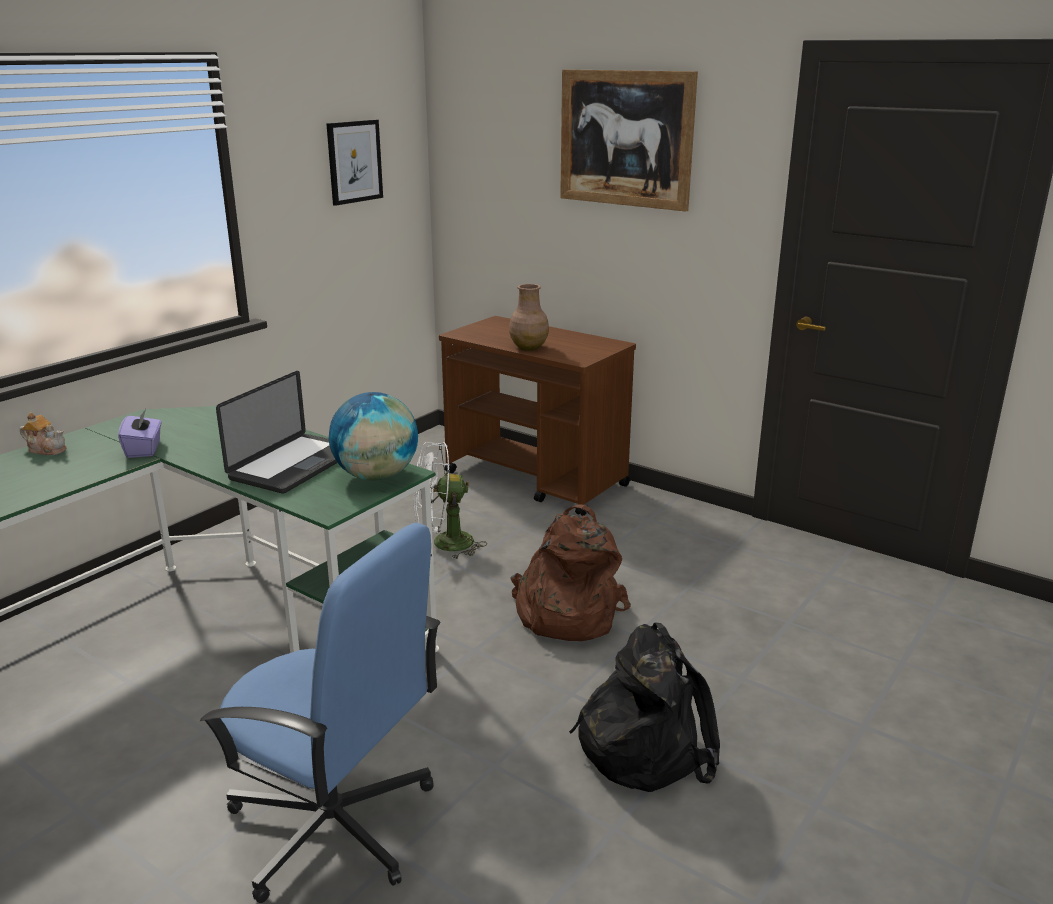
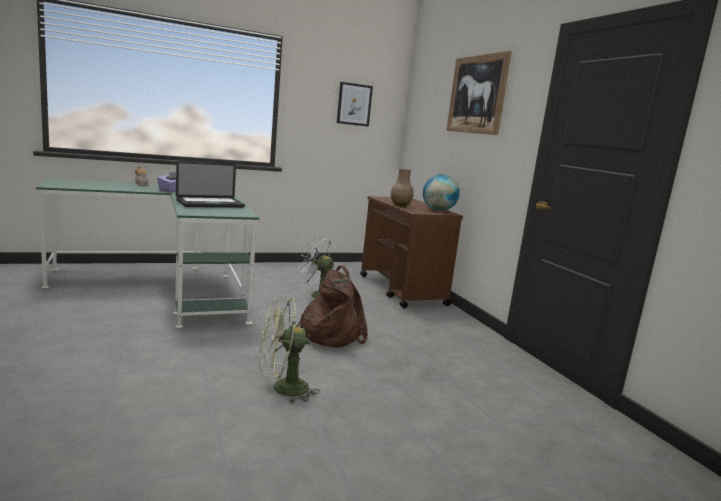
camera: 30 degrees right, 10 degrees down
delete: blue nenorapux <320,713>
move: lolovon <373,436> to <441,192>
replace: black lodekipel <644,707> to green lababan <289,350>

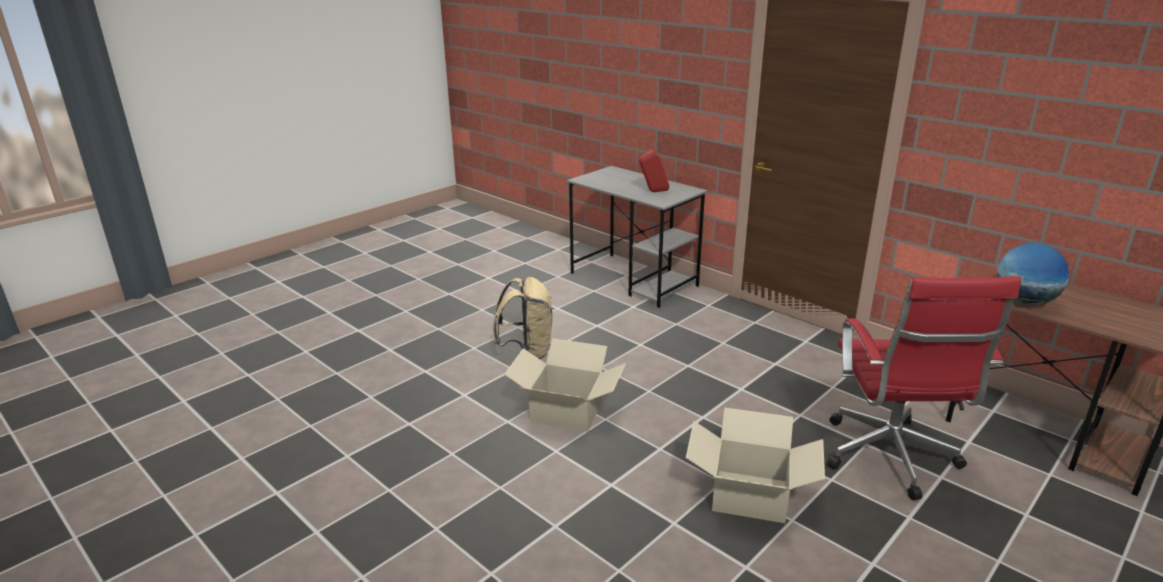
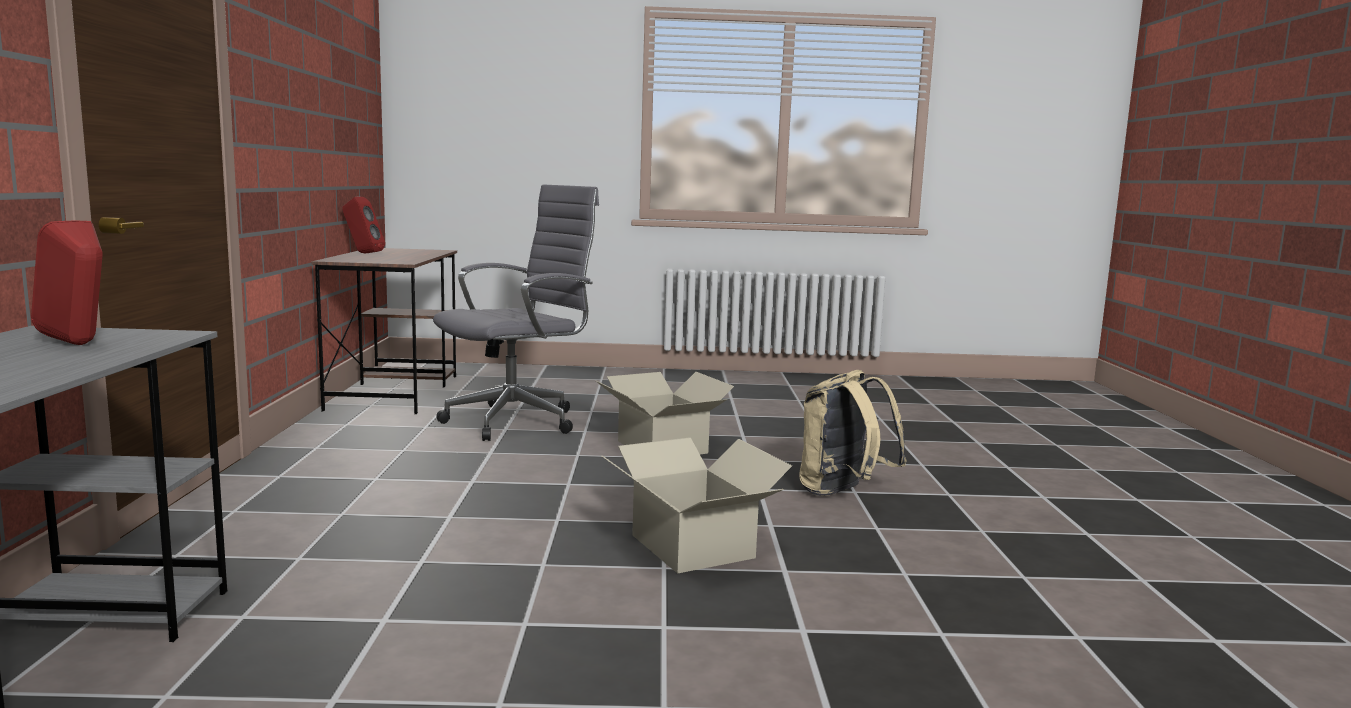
camera: 135 degrees left, 15 degrees down
delete: lolovon <1033,274>
insert: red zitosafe <363,225>
move: beige lodekipel <522,318> to <853,433>
recolor: red nenorapux <924,388> to grey nenorapux <516,313>

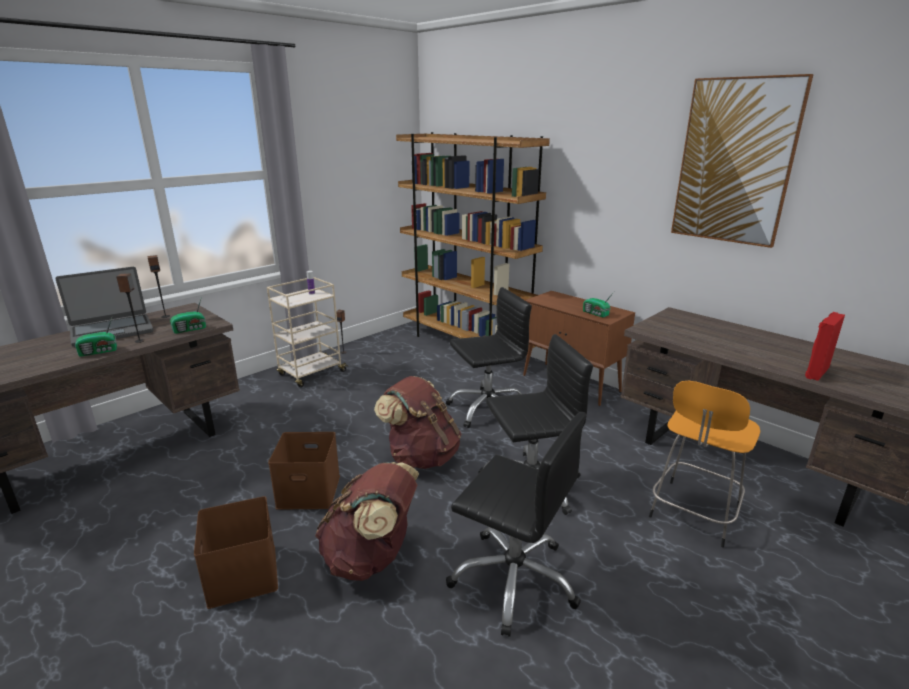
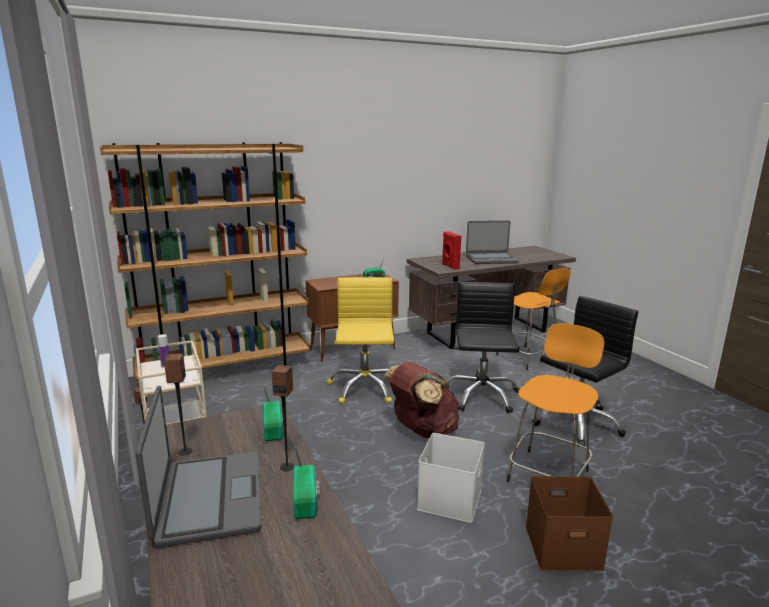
camera: 70 degrees left, 5 degrees down
delete: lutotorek <742,161>
insert: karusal <492,242>
move: red zitosafe <825,346> to <451,250>
replace: brown lodekipel <367,521> to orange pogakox <555,403>
recolor: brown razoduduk <304,471> to white razoduduk <451,478>; black nenorapux <488,357> to yellow nenorapux <360,340>

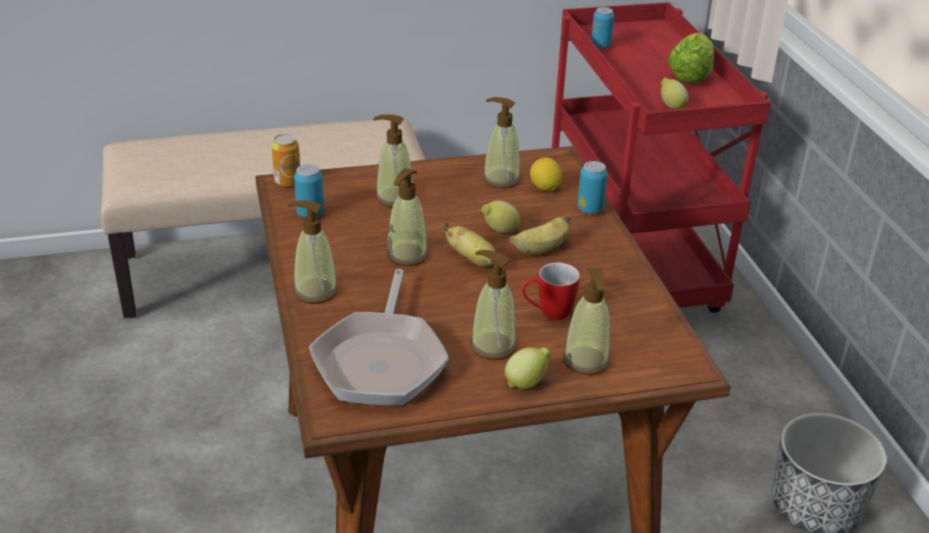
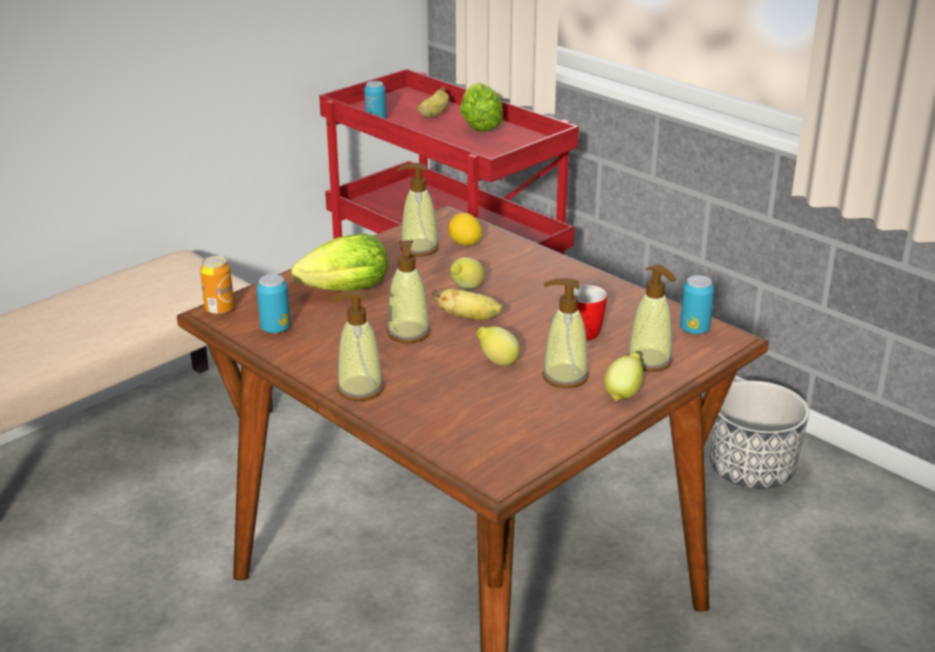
camera: 30 degrees left, 5 degrees down
delete: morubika <379,337>
move: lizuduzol <540,234> to <432,102>; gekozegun <592,187> to <697,304>; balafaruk <675,94> to <498,346>
replace: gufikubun <393,160> to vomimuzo <339,262>

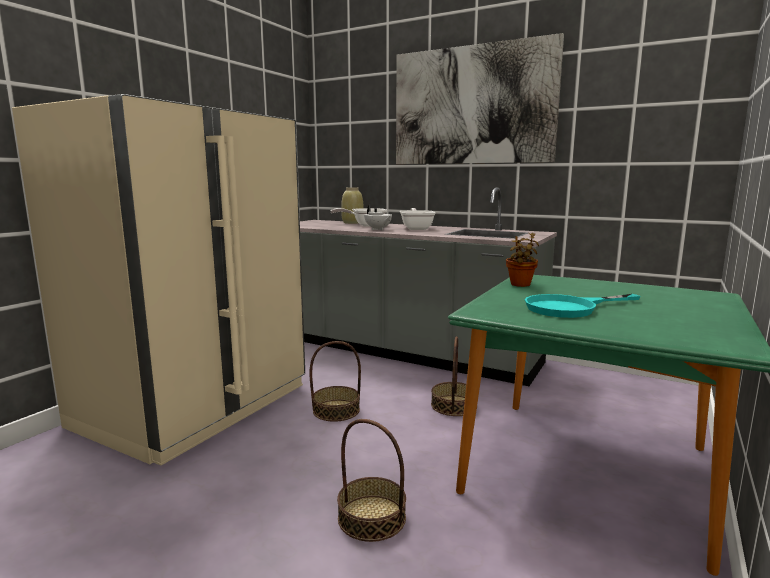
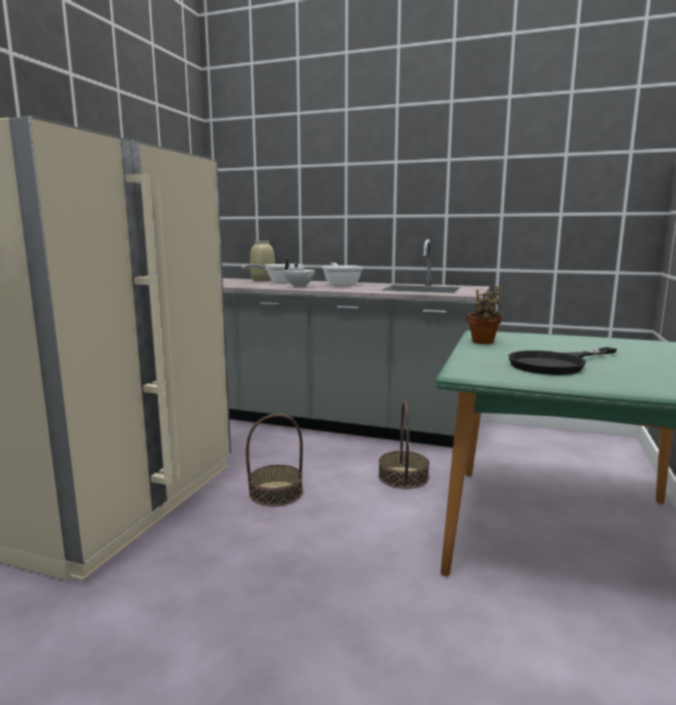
camera: 10 degrees left, 0 degrees up
delete: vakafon <371,480>; lutotorek <480,98>
recolor: turquoise morubika <583,306> to black morubika <562,361>

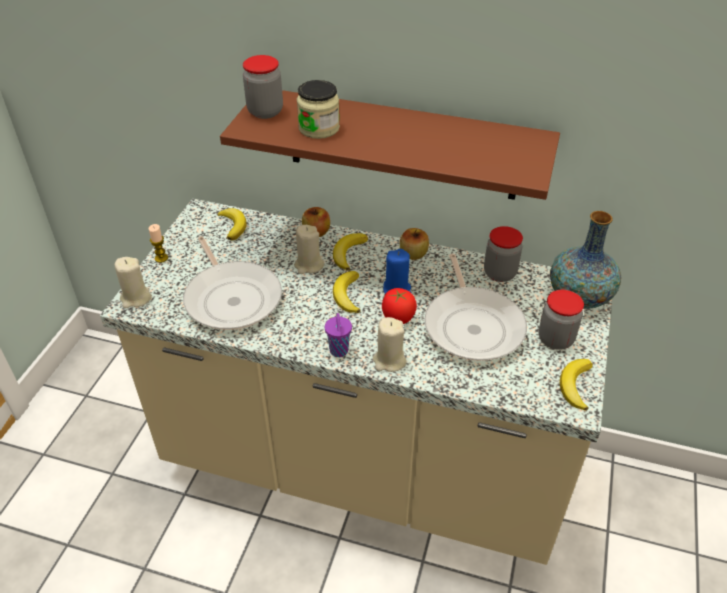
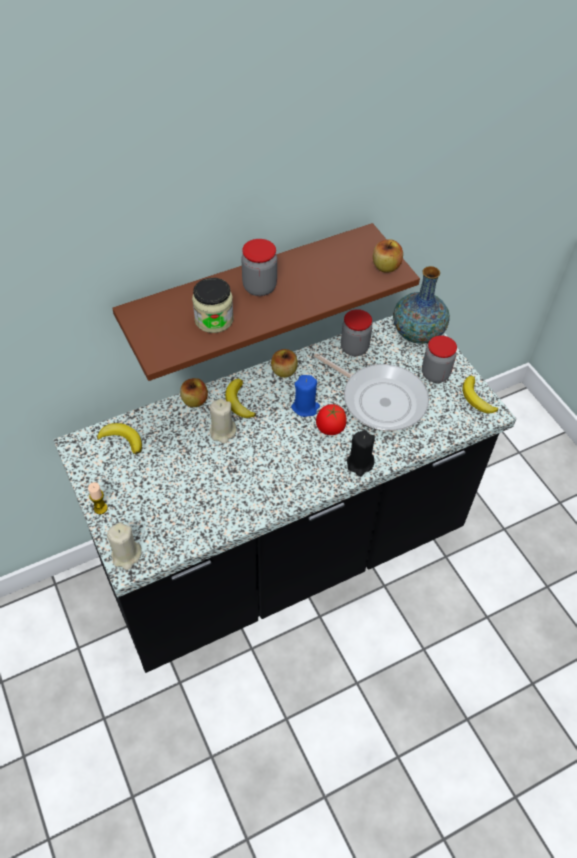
camera: 45 degrees left, 10 degrees up
delete: morubika <232,283>; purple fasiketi <338,335>; lizuduzol <347,292>
insert: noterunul <388,256>
move: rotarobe <263,87> to <259,267>
recolor: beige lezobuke <356,382> to black lezobuke <284,494>; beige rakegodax <390,344> to black rakegodax <361,453>

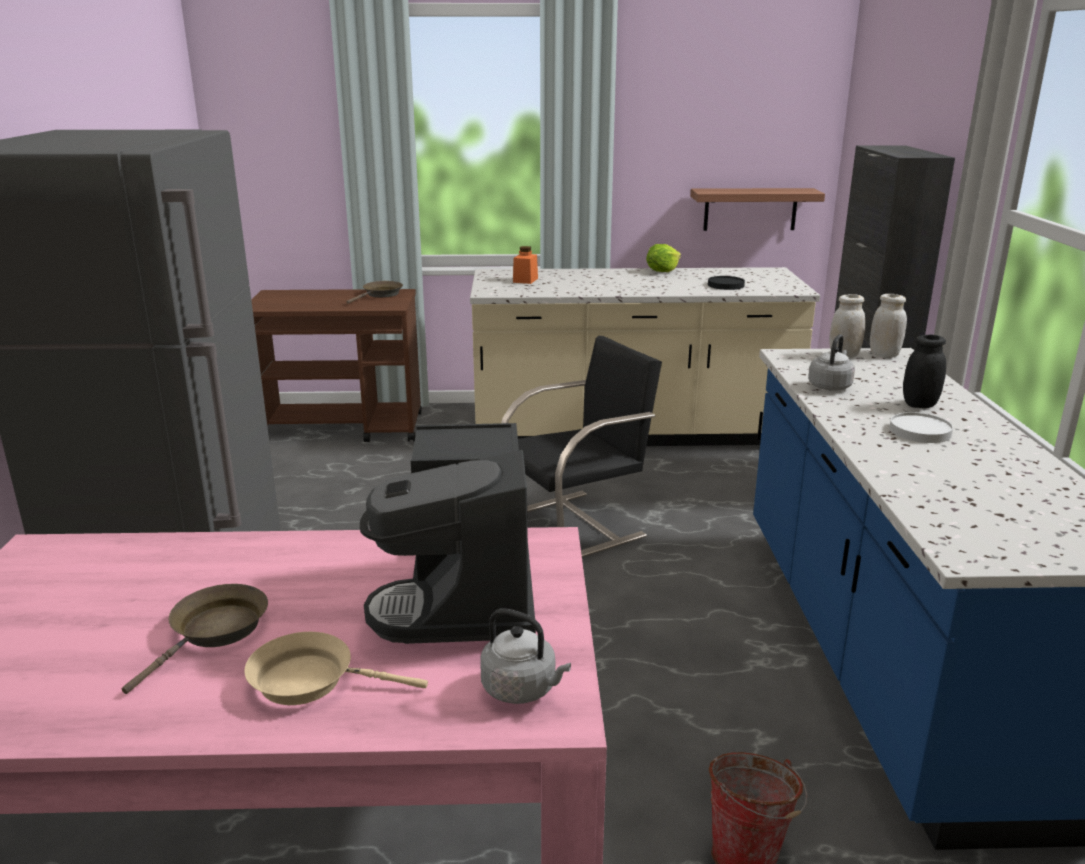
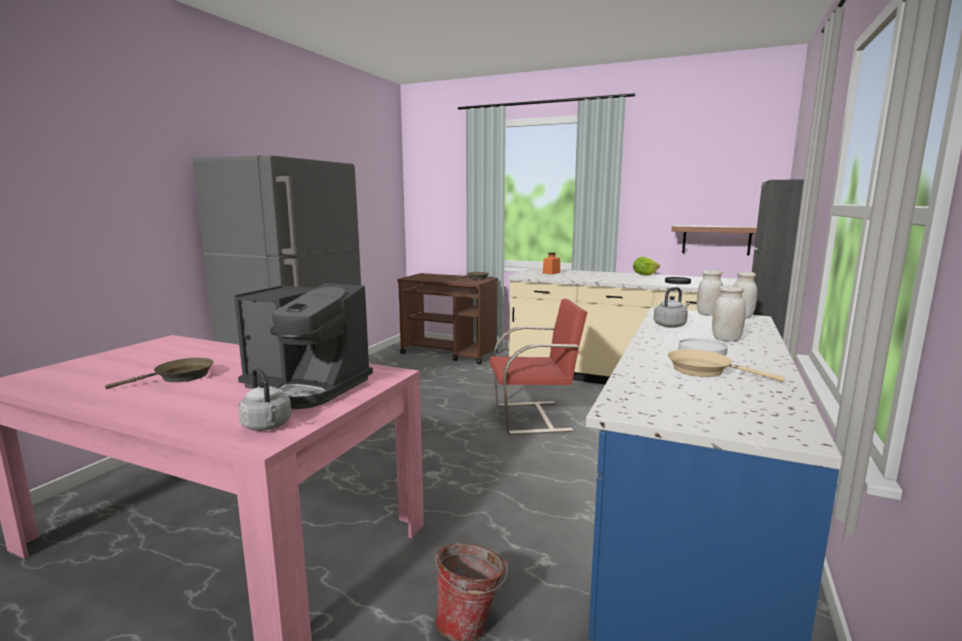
camera: 25 degrees right, 10 degrees down
move: beige morubika <336,668> to <726,366>
recolor: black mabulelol <581,446> to red mabulelol <539,366>; black rotarobe <924,371> to white rotarobe <729,313>
rotate: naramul <448,533> = <303,346> 90 degrees counterclockwise

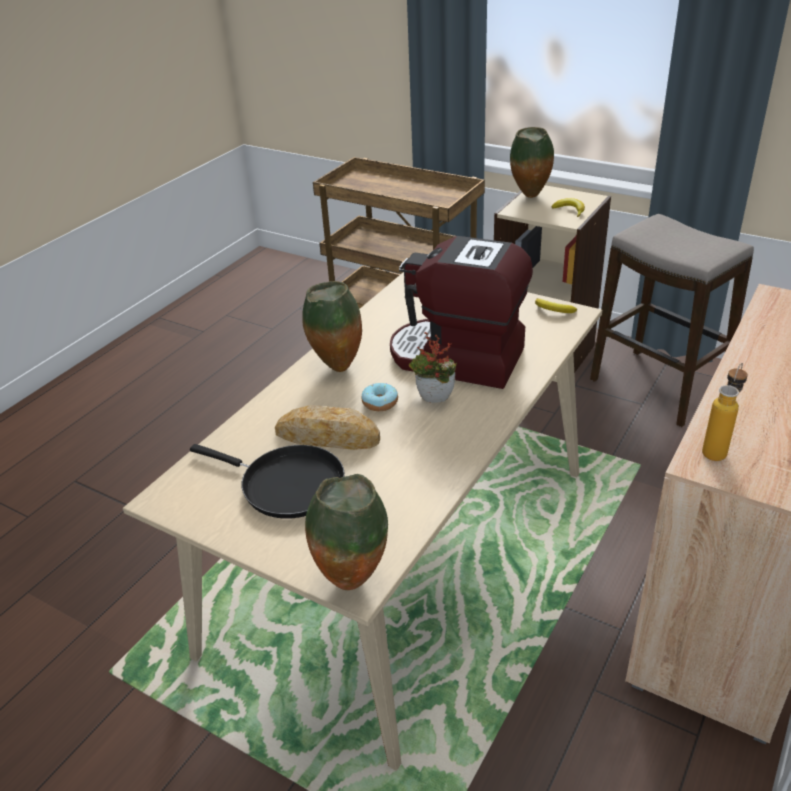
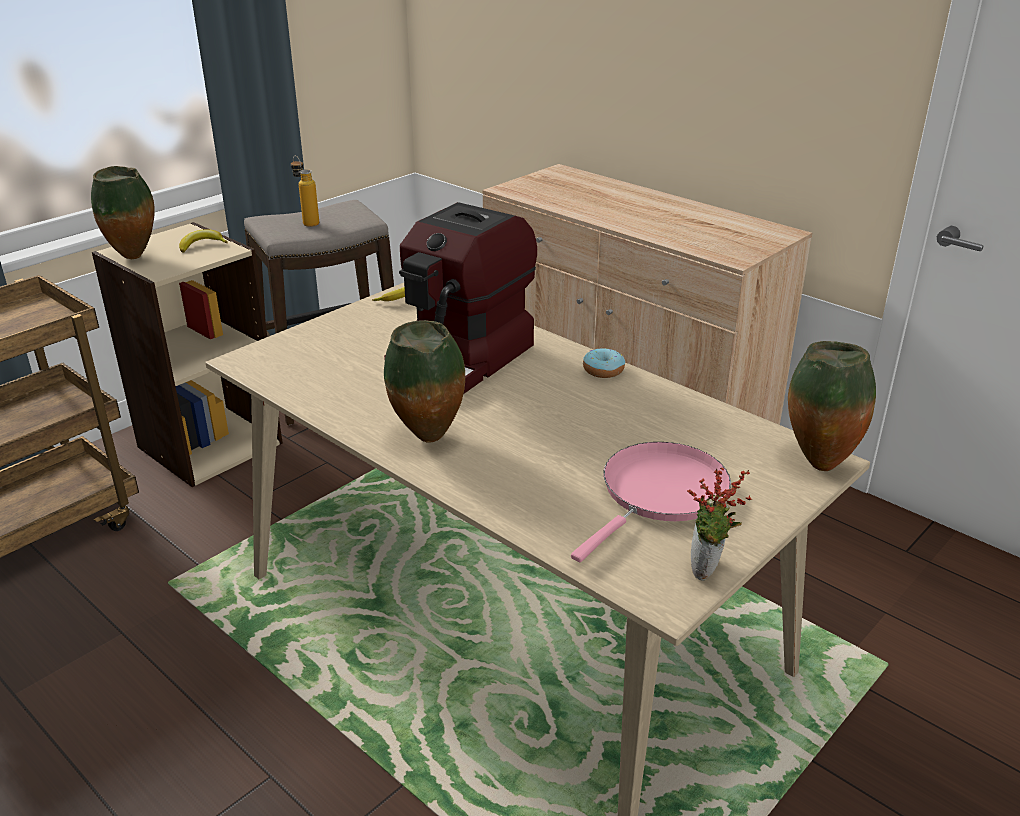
camera: 80 degrees left, 5 degrees down
delete: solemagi <327,427>
move: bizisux <379,397> to <604,363>; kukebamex <433,367> to <719,524>; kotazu <725,412> to <305,191>
recolor: black morubika <267,481> to pink morubika <651,502>

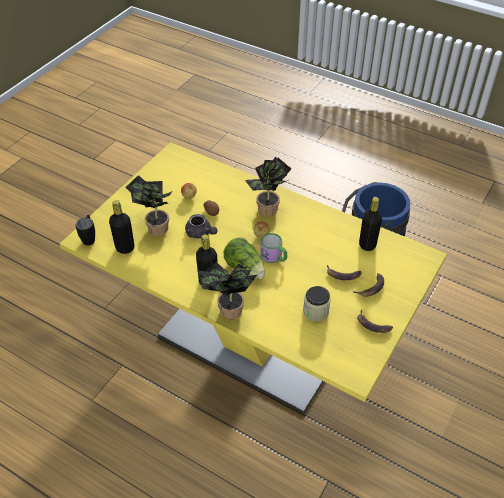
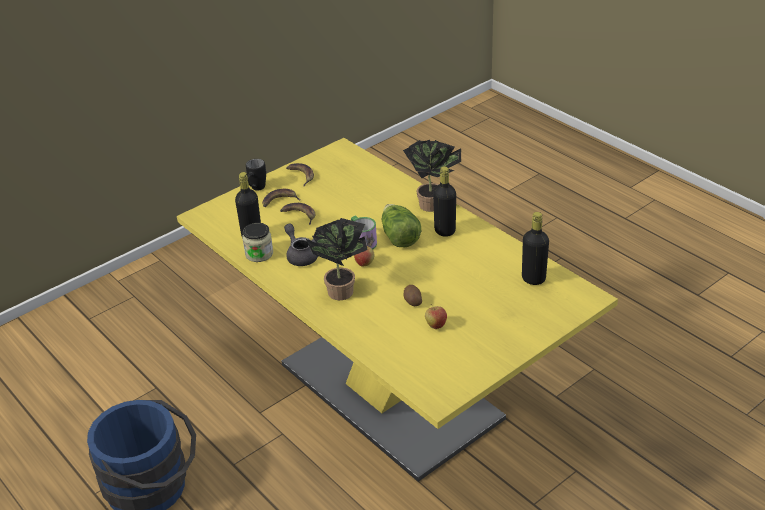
camera: 160 degrees left, 10 degrees down
delete: kukebamex <148,205>
move: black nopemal <85,230> to <256,175>; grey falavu <201,226> to <301,244>; rotarobe <317,304> to <257,242>

